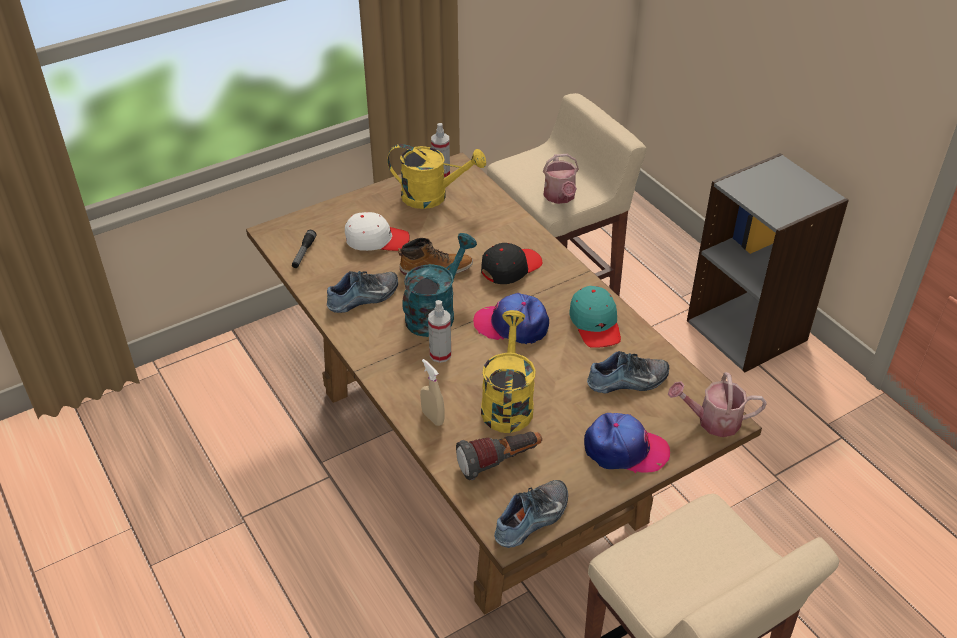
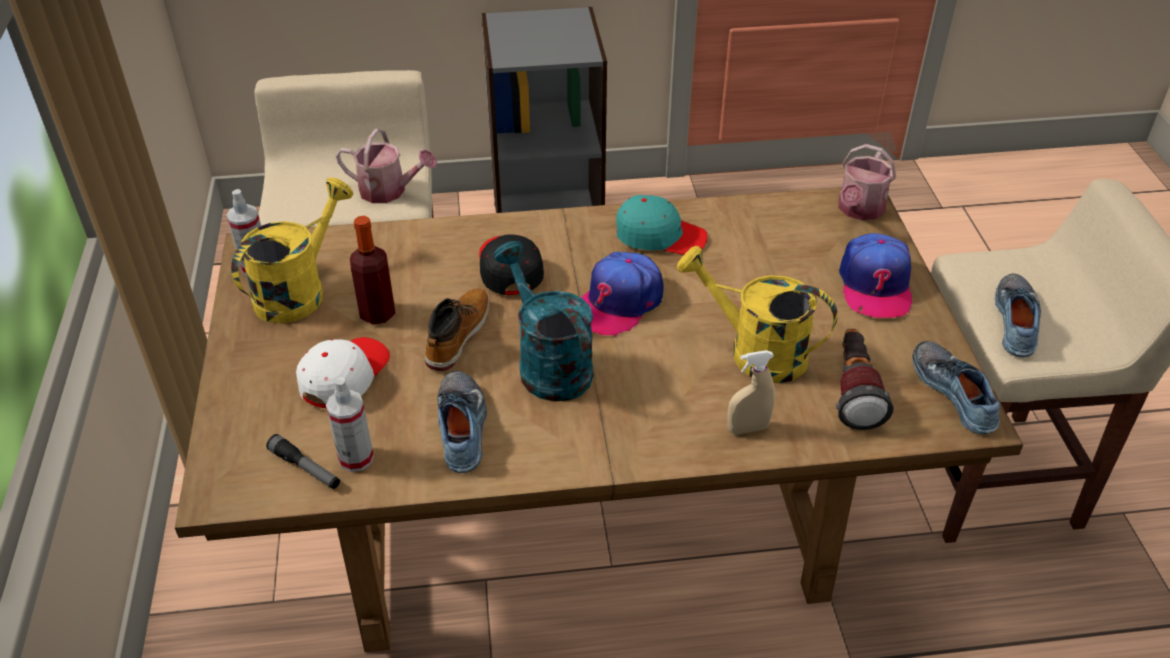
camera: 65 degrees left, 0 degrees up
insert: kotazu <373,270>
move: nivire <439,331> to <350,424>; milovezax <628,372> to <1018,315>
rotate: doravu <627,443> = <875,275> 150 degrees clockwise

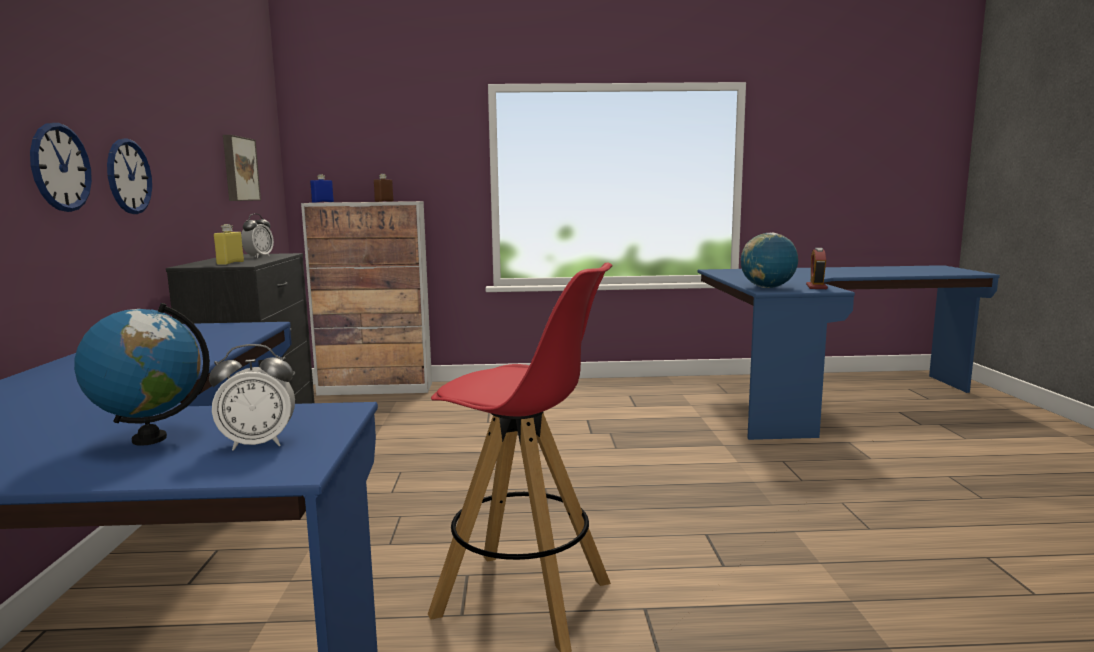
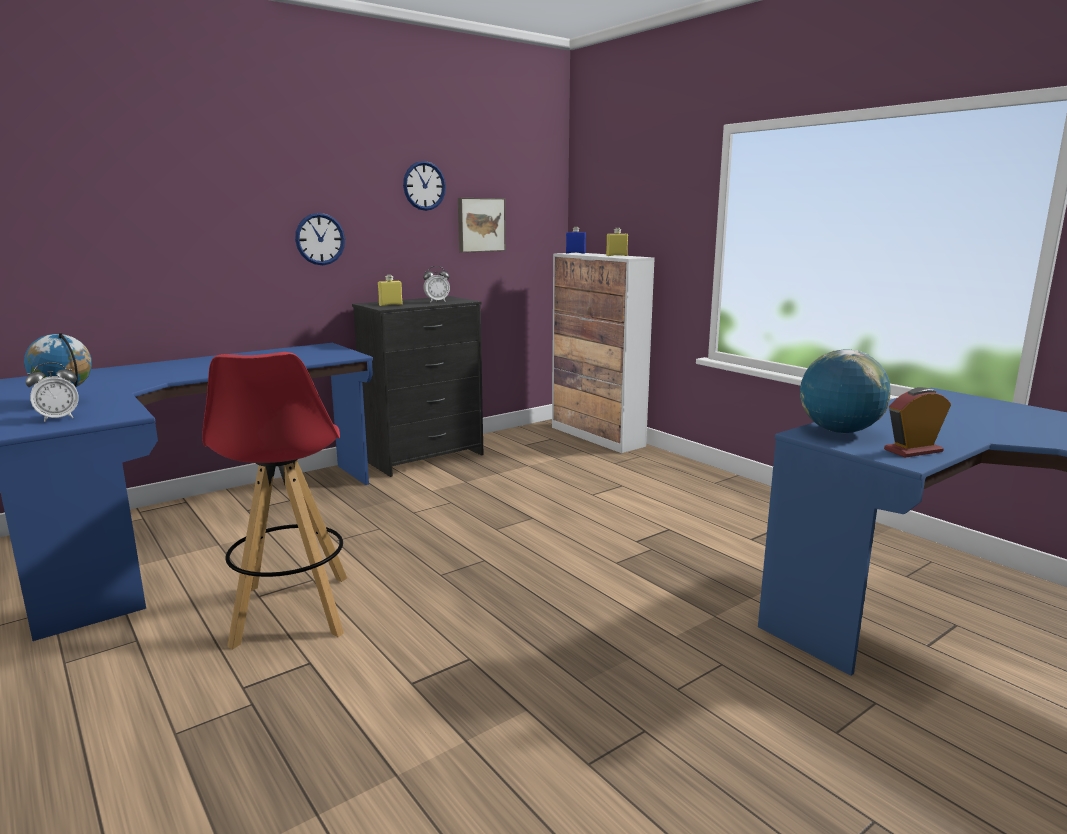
camera: 55 degrees right, 5 degrees up
move: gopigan <61,167> to <424,186>
recolor: brown kotazu <383,188> to yellow kotazu <617,242>
rotate: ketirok <252,397> = <52,392> 75 degrees counterclockwise

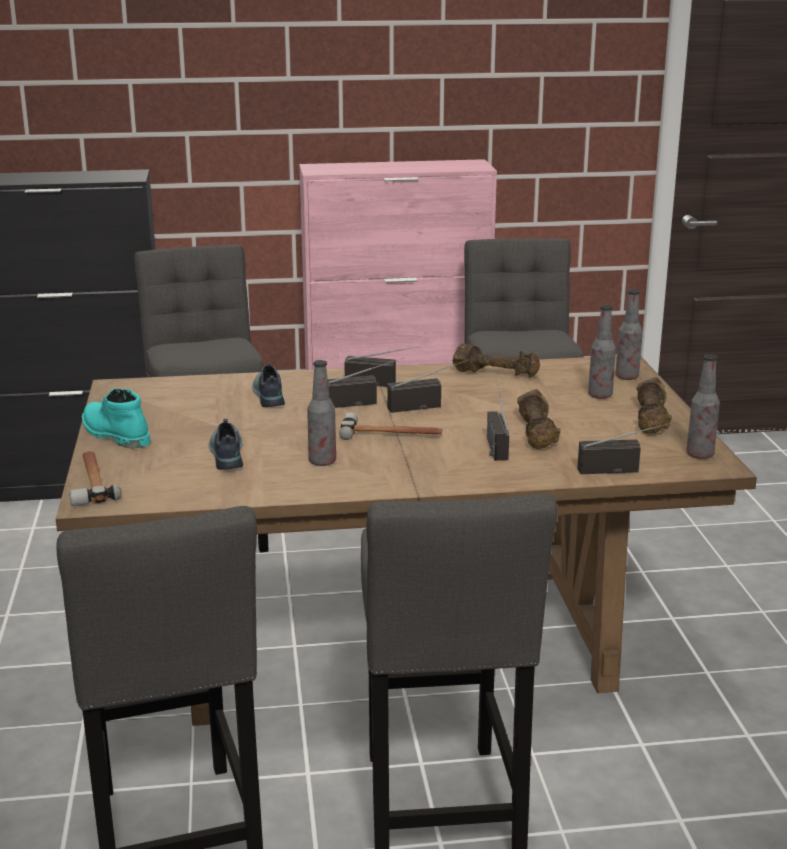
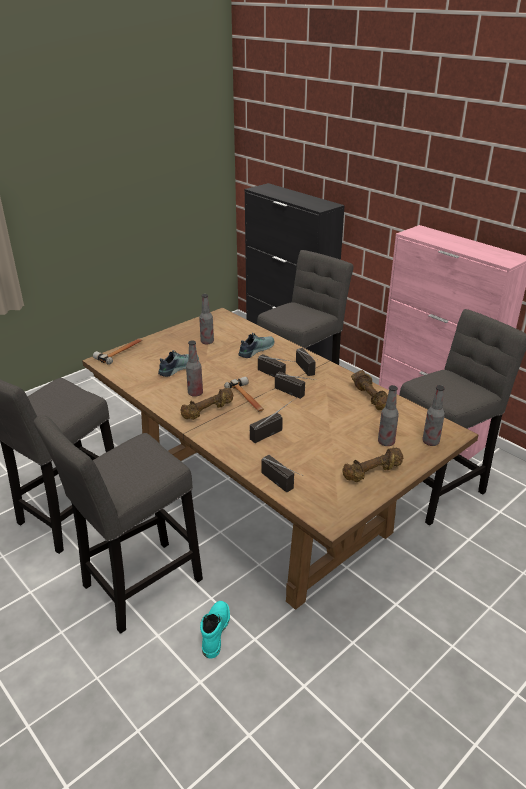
camera: 55 degrees right, 10 degrees up
move: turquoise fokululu <116,418> to <215,630>; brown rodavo <538,419> to <207,404>; kotazu <703,406> to <206,319>

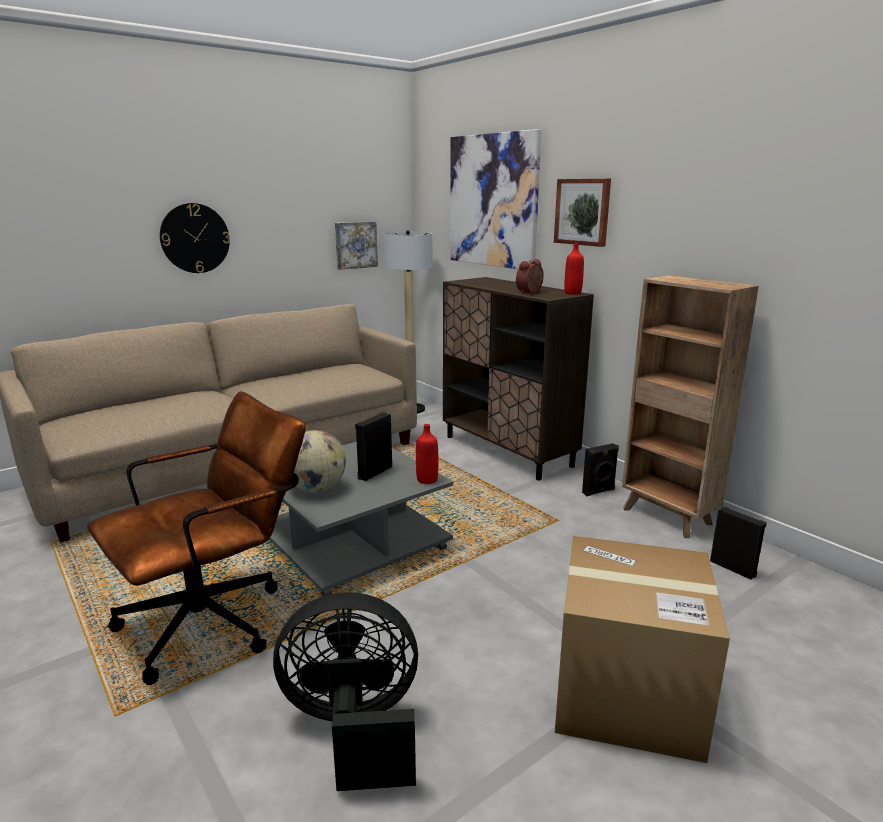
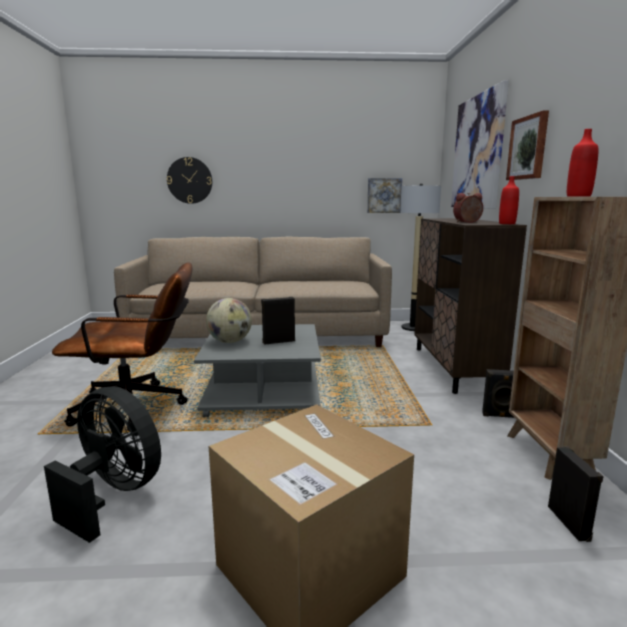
camera: 35 degrees right, 5 degrees down
move: gopigan <195,238> to <189,180>; red kotazu <427,454> to <582,163>

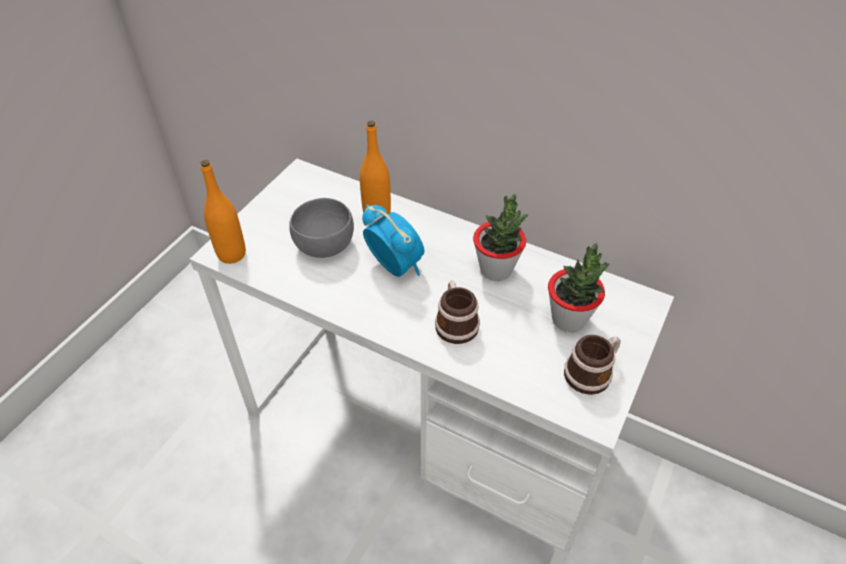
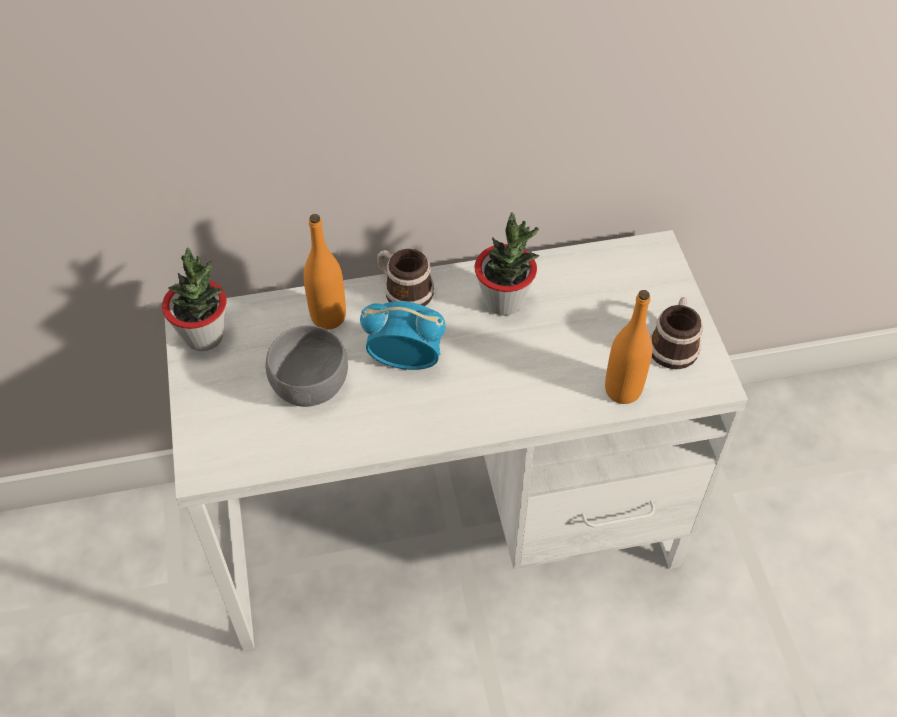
camera: 40 degrees left, 5 degrees up
move: orange kotazu <223,212> to <628,347>; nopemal <457,312> to <405,277>; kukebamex <579,287> to <194,299>

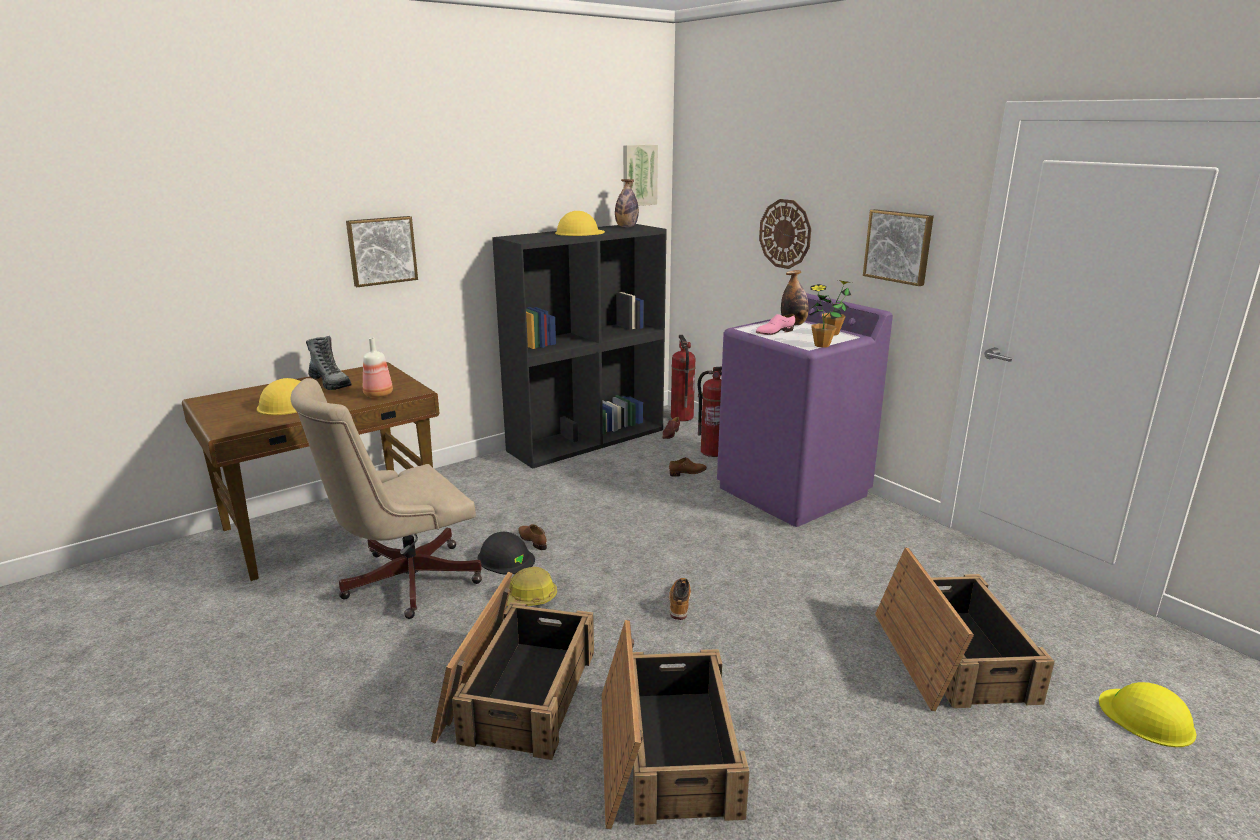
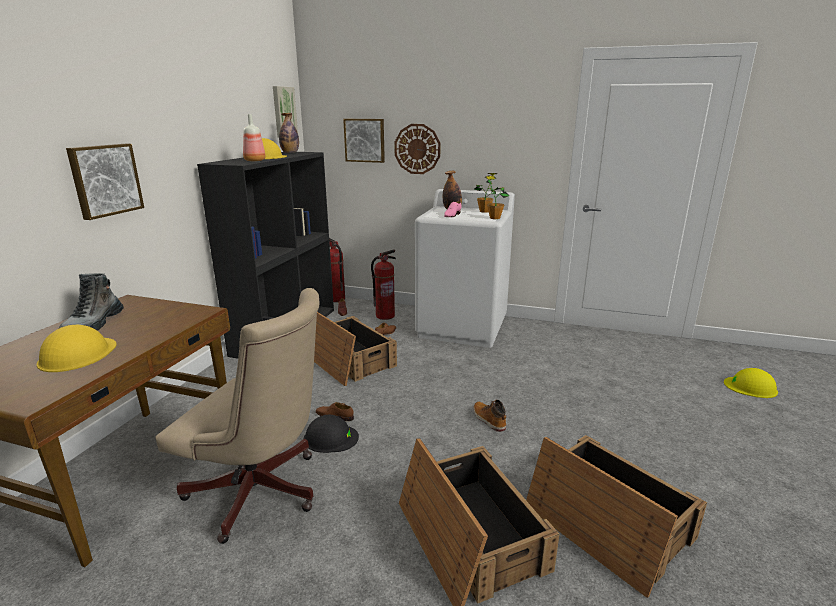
camera: 35 degrees left, 0 degrees up
delete: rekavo <532,586>
move: kotazu <378,368> to <254,137>; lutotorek <898,247> to <364,141>; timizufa <965,629> to <355,349>
recolor: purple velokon <805,410> to white velokon <465,268>
rotate: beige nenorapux <386,498> = <237,416> 90 degrees counterclockwise; fokululu <329,363> = <91,302> 90 degrees clockwise

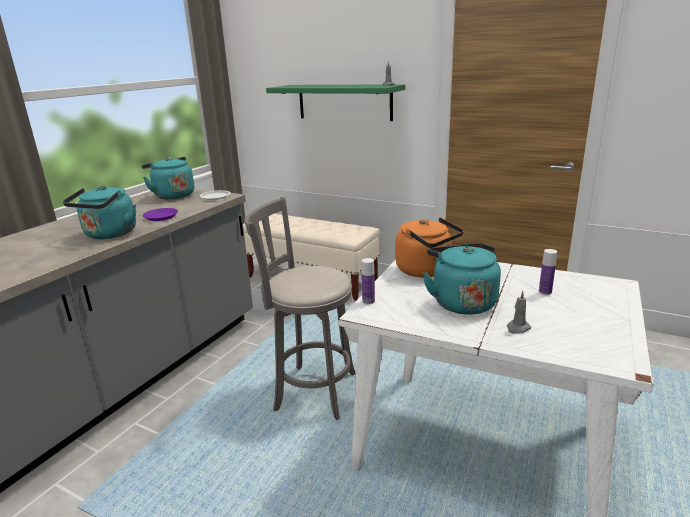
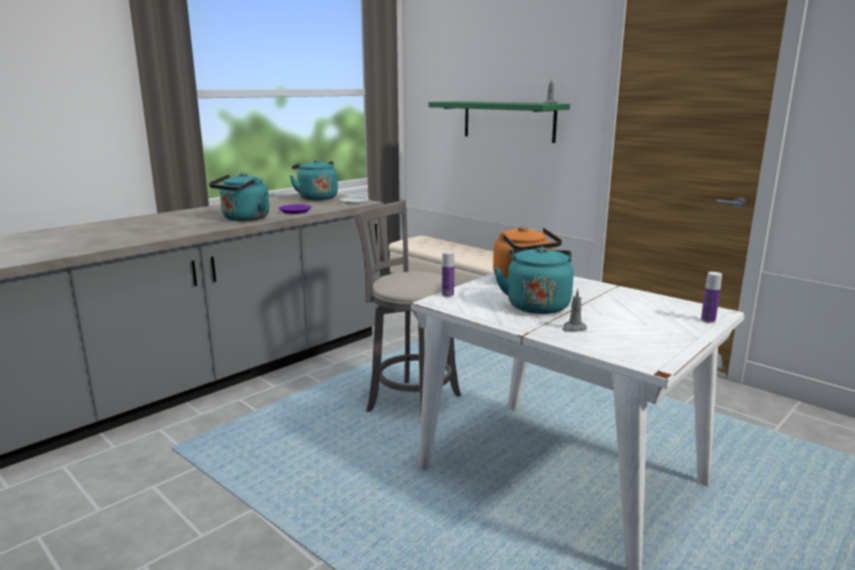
camera: 15 degrees right, 5 degrees down
move: kotazu <548,272> to <711,297>

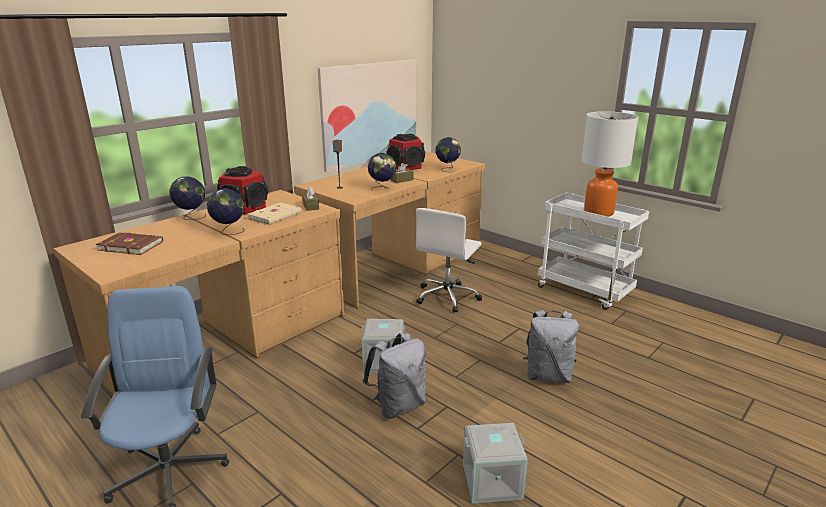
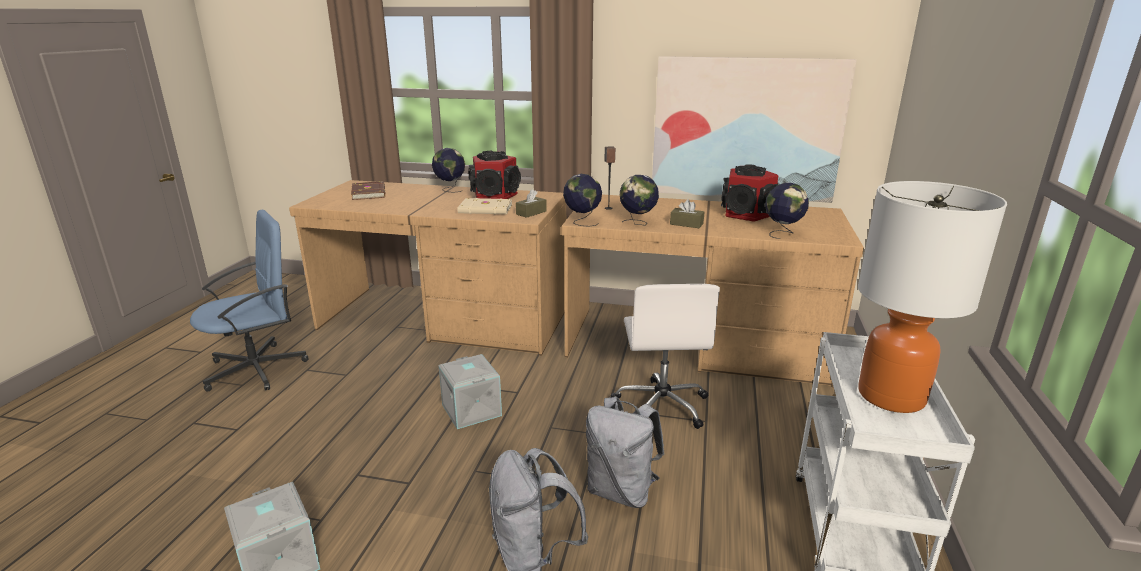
camera: 60 degrees right, 0 degrees up
move: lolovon <225,211> to <582,200>; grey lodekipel <394,376> to <625,452>
rotate: white nenorapux <449,260> = <665,356> 90 degrees counterclockwise

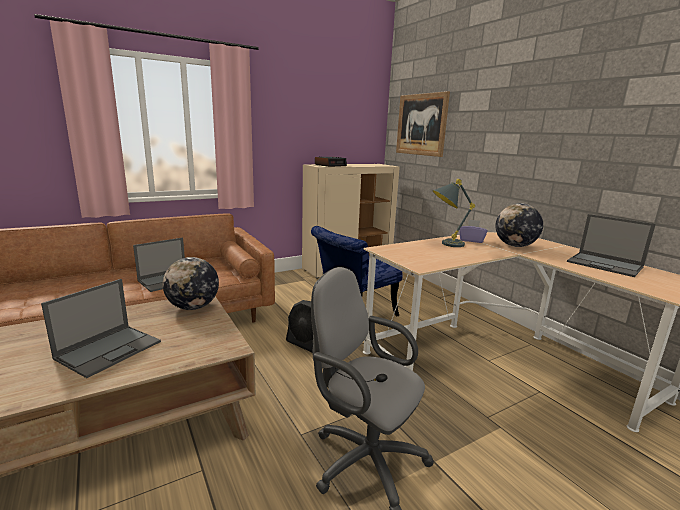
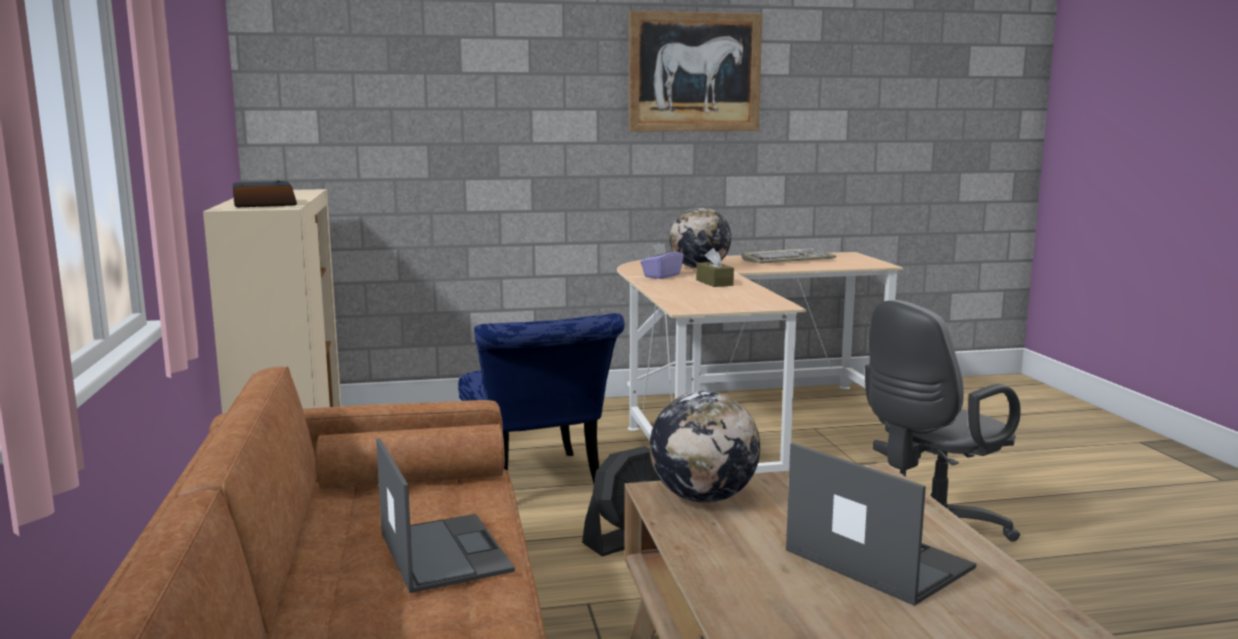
camera: 70 degrees left, 5 degrees down
delete: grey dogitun <454,213>
insert: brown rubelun <715,267>
move: lutotorek <423,124> to <695,71>
replace: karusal <611,245> to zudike <789,256>

